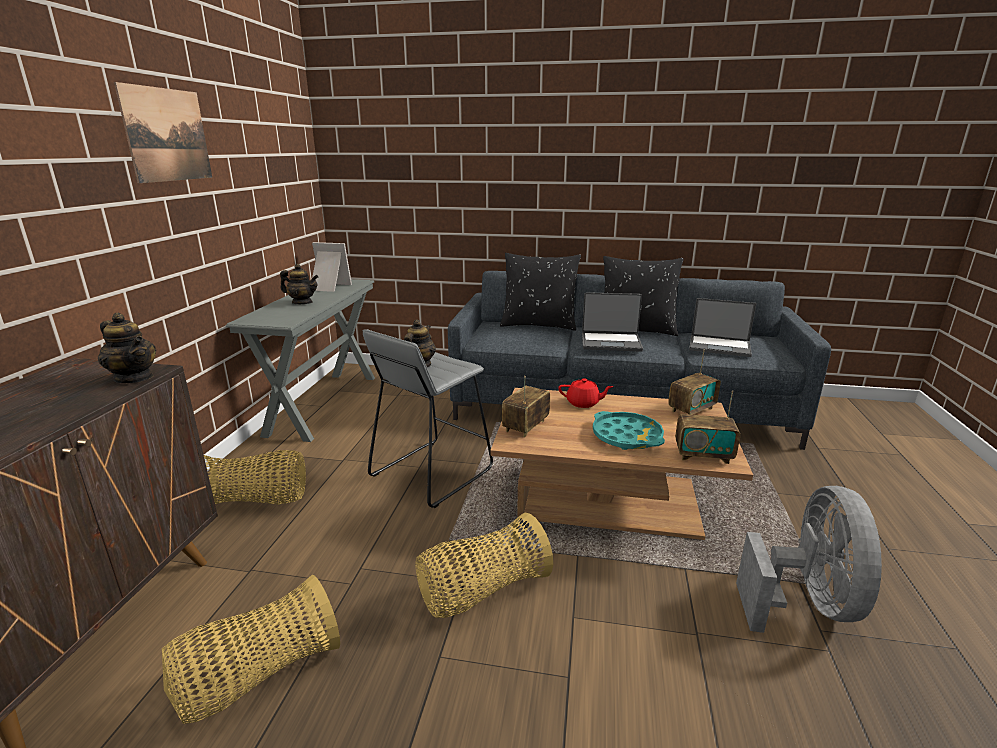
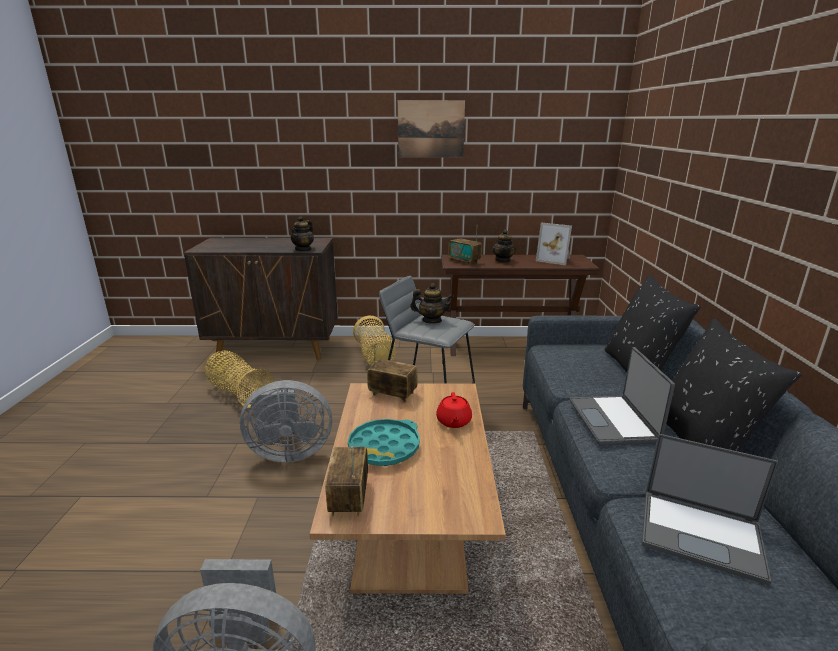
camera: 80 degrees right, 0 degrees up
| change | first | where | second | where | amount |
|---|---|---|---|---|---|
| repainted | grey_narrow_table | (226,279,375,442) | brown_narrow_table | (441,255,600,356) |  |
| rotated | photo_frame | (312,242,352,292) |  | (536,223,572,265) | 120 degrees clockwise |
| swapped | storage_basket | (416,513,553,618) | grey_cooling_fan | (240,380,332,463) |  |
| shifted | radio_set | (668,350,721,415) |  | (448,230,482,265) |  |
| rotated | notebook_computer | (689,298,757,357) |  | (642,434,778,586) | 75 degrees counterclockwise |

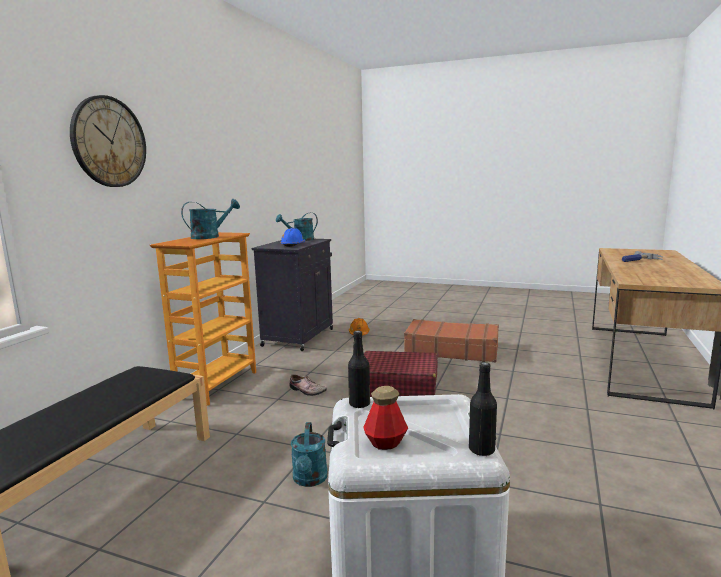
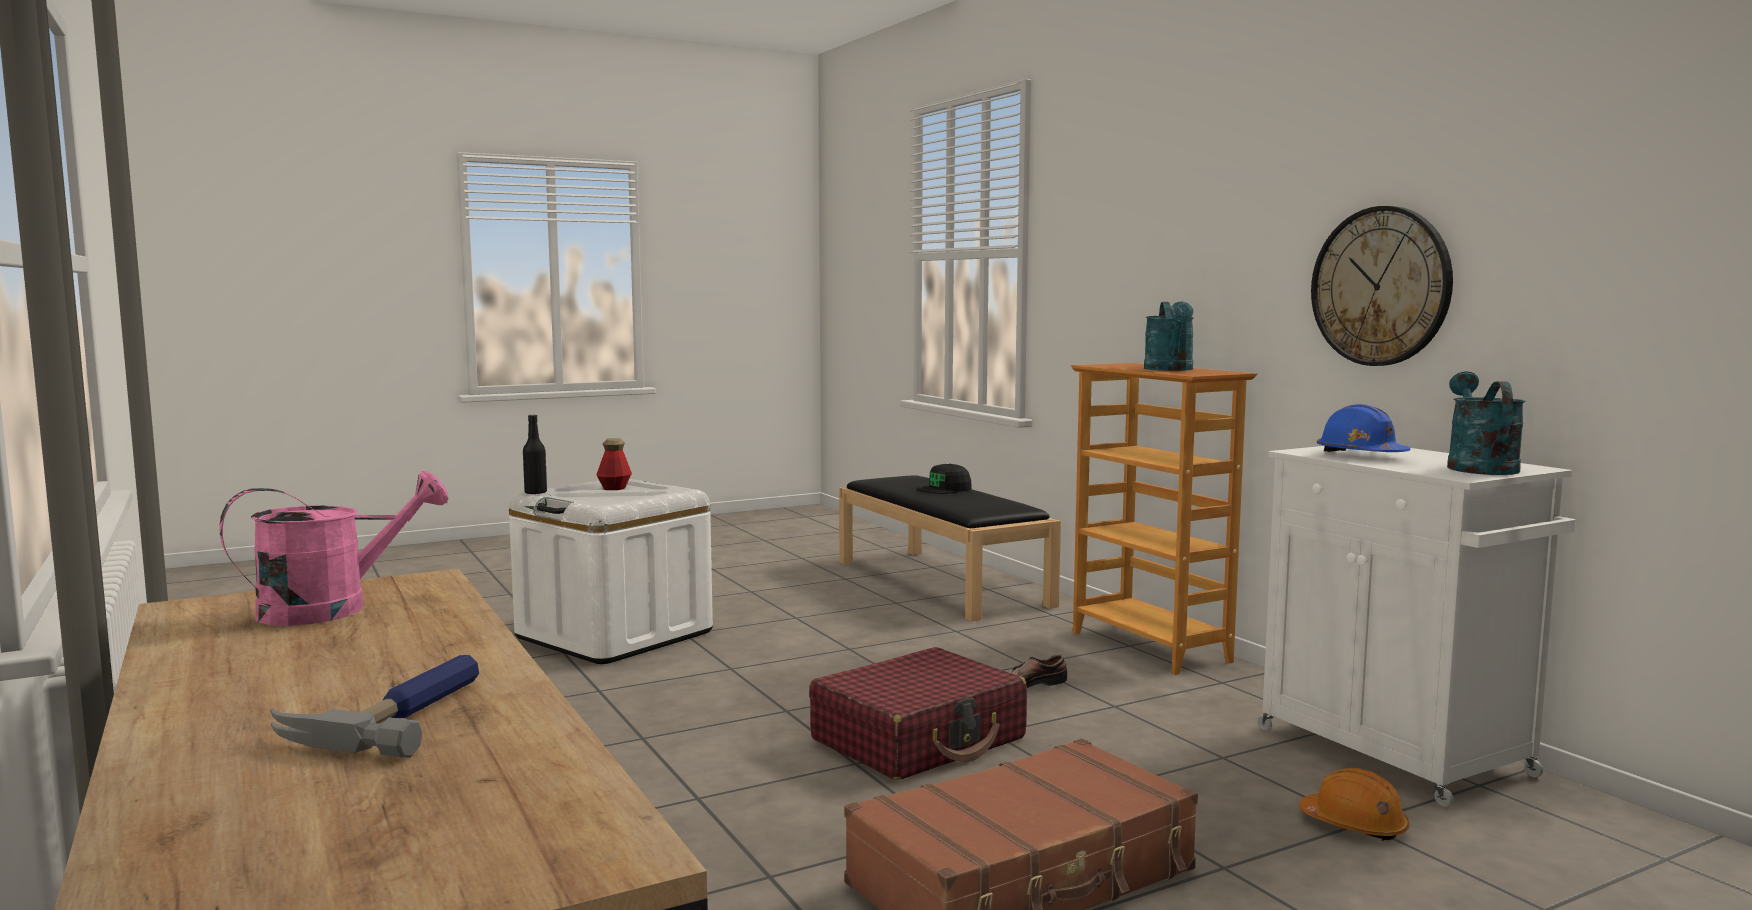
camera: 130 degrees right, 5 degrees down
| change | first | where | second | where | amount |
|---|---|---|---|---|---|
| shifted | clock_on_the_wall | (70,95,146,187) |  | (1311,206,1453,366) |  |
| repainted | black_cupboard | (252,239,333,351) | white_cupboard | (1258,446,1576,807) |  |
| gone | turquoise_watering_can | (291,422,328,487) |  |  |  |
| gone | black_beverage_bottle | (348,331,370,408) |  |  |  |
| new |  |  | pink_watering_can | (219,471,448,626) |  |
| new |  |  | black_peaked_cap | (916,464,972,494) |  |

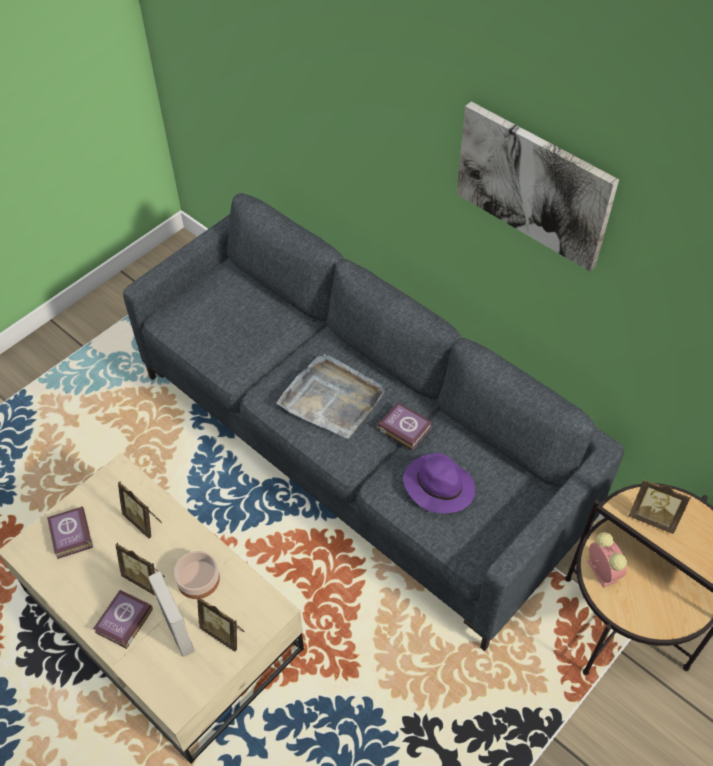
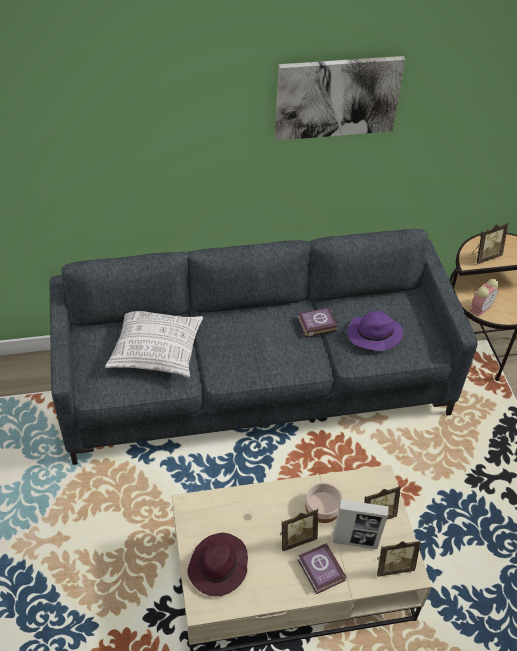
camera: 55 degrees left, 5 degrees down
| change | first | where | second | where | amount |
|---|---|---|---|---|---|
| swapped | bound_book | (47,506,93,559) | purple_hat | (187,533,248,596) |  |
| shifted | photo_frame | (118,481,162,539) |  | (377,541,421,577) |  |
| gone | grey_carrying_tray | (276,354,385,438) |  |  |  |
| rotated | alarm_clock | (587,532,627,588) |  | (470,279,499,317) | 120 degrees clockwise |
| new |  |  | throw_pillow | (105,311,203,378) |  |

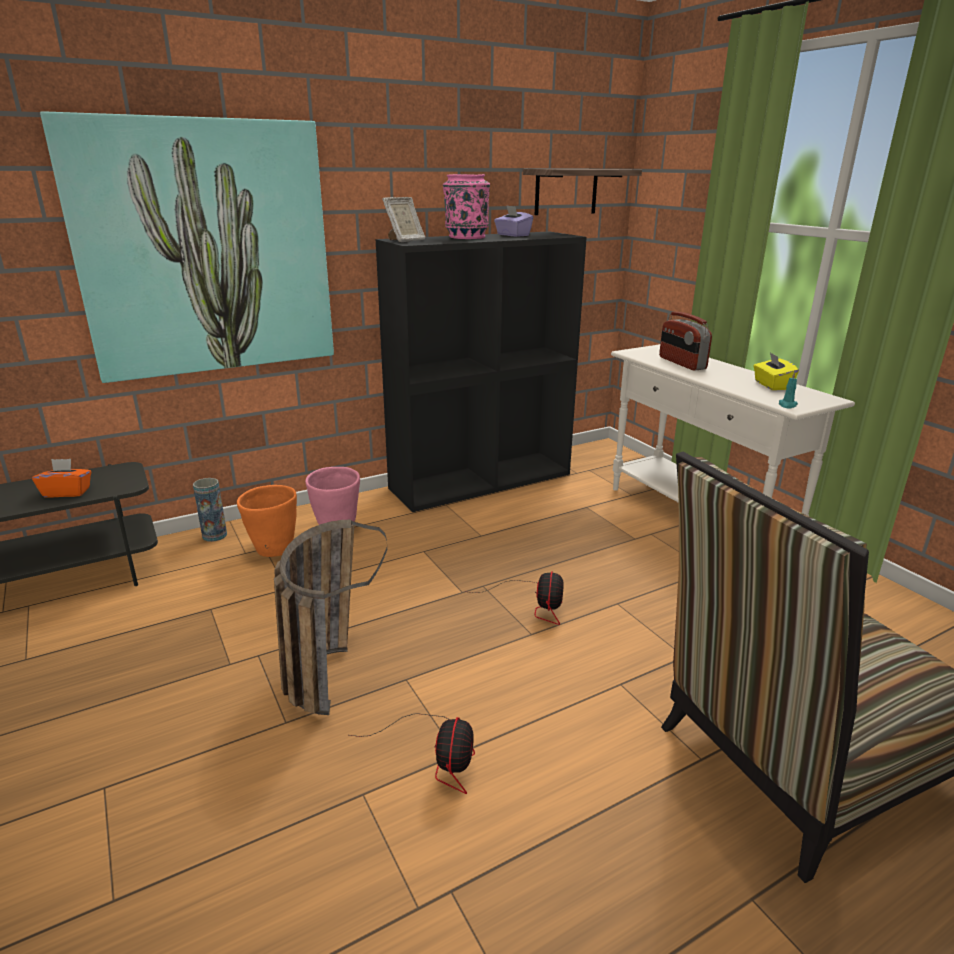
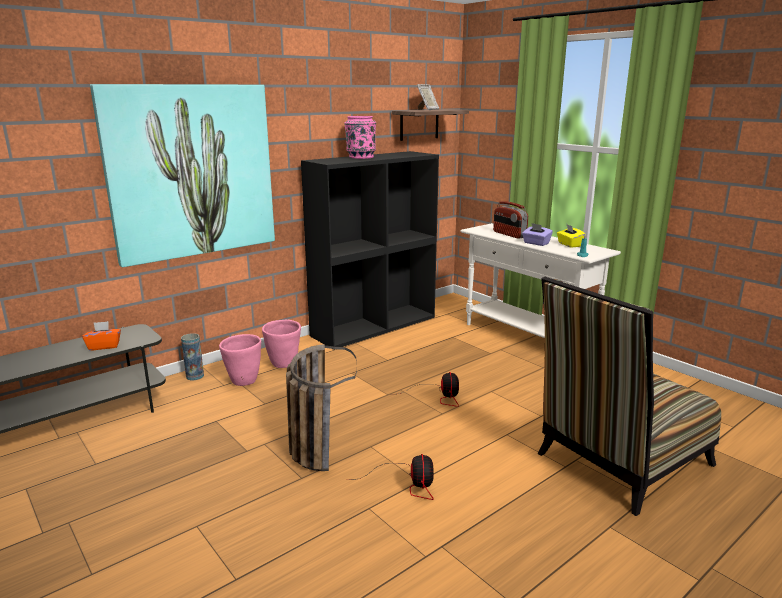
camera: 10 degrees left, 5 degrees down
| change | first | where | second | where | amount |
|---|---|---|---|---|---|
| repainted | orangey_plant_pot | (237,485,297,557) | pink_plant_pot | (219,334,261,386) |  |
| shifted | photo_frame | (382,197,425,242) |  | (417,84,439,110) |  |
| shifted | purple_tissue_box | (494,205,533,237) |  | (522,223,553,246) |  |

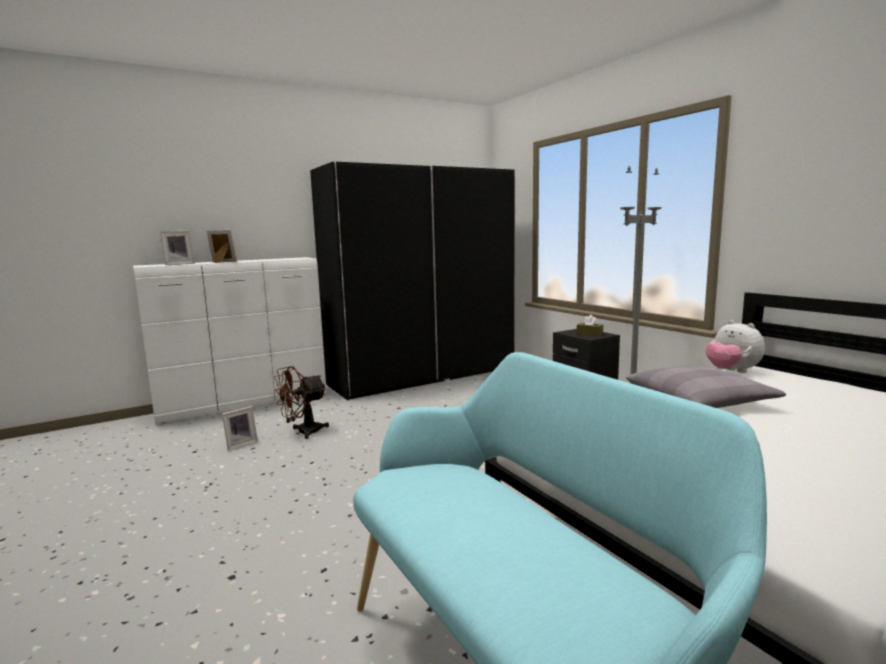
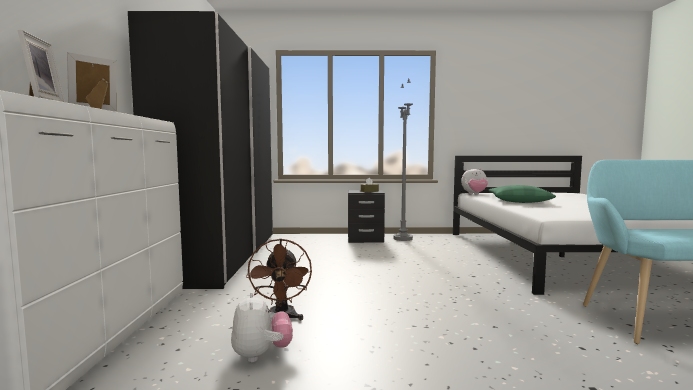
camera: 60 degrees left, 5 degrees down
| change | first | where | second | where | amount |
|---|---|---|---|---|---|
| swapped | photo_frame | (222,406,258,451) | plush_toy | (231,293,293,362) |  |
| repainted | grey_throw_pillow | (626,366,786,408) | greenish_throw_pillow | (488,185,556,203) |  |

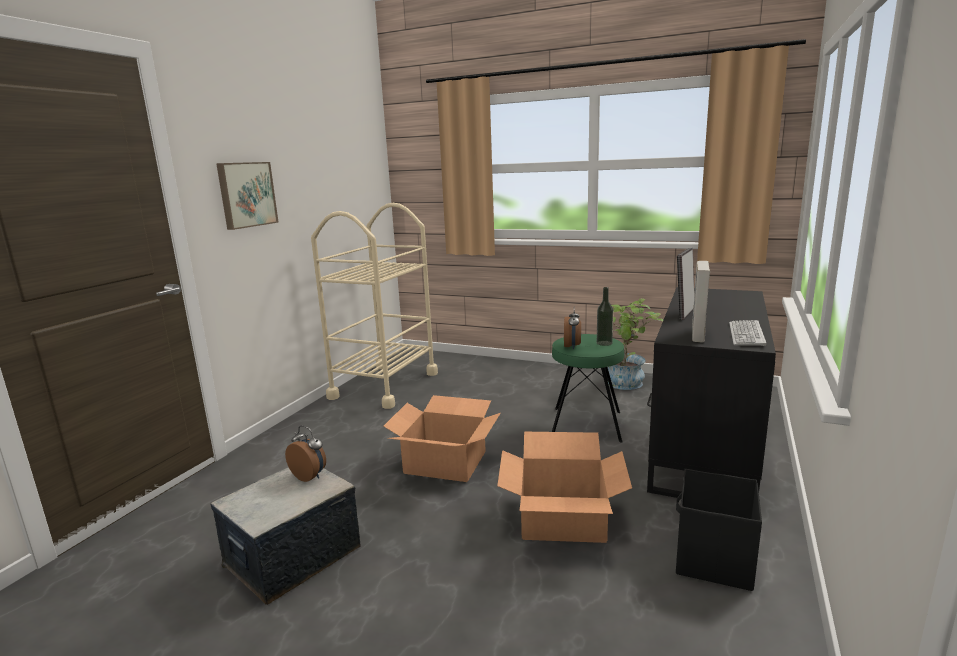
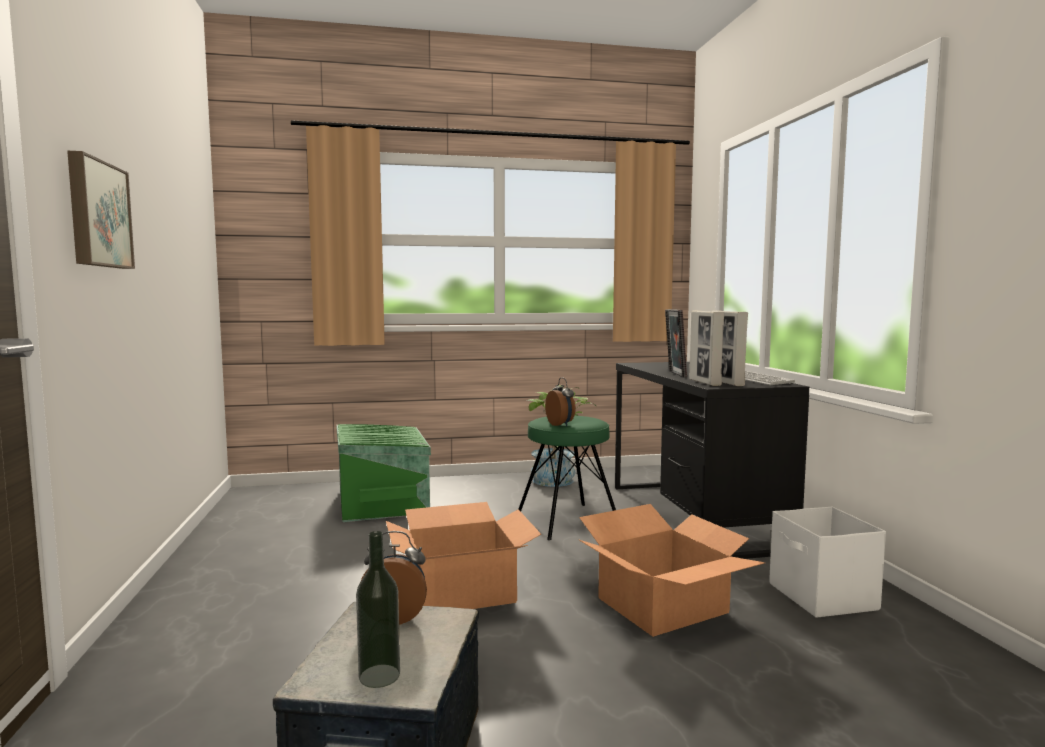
camera: 35 degrees left, 10 degrees down
| change | first | where | second | where | amount |
|---|---|---|---|---|---|
| gone | beige_trolley | (311,203,438,409) |  |  |  |
| shifted | beverage_bottle | (597,287,614,346) |  | (356,531,400,688) |  |
| repainted | black_storage_bin | (676,469,762,591) | white_storage_bin | (769,507,886,618) |  |
| new |  |  | greenish_storage_bin | (337,424,431,522) |  |
| new |  |  | photo_frame | (689,310,724,386) |  |

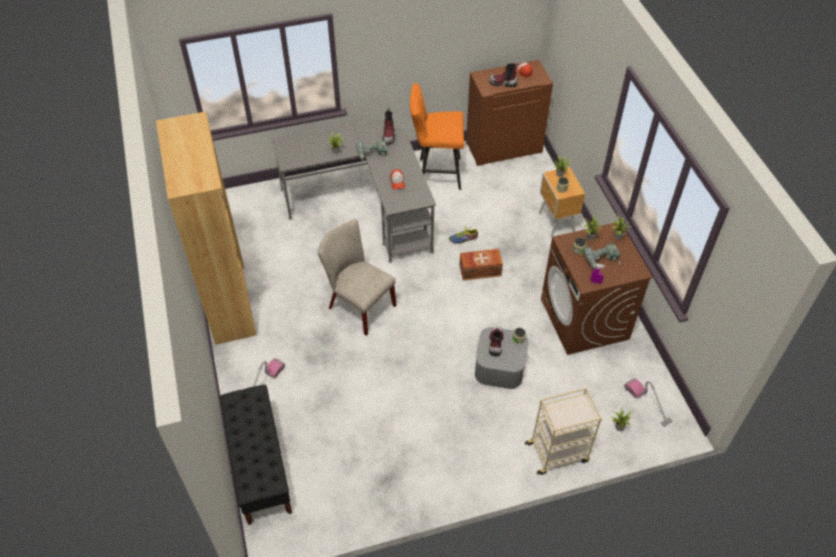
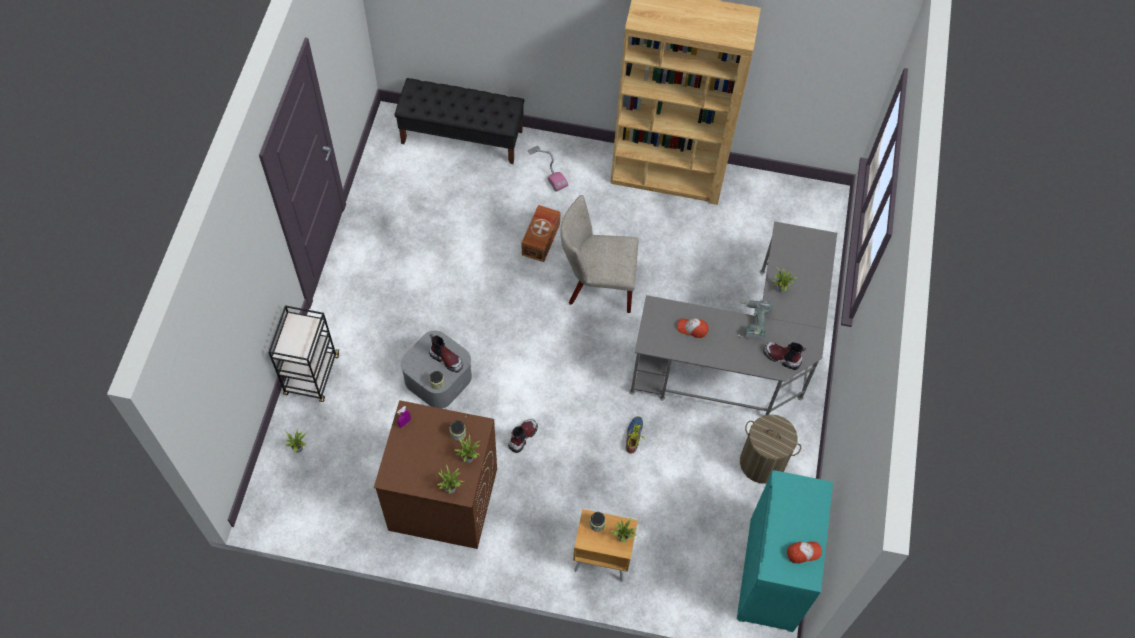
camera: 115 degrees right, 10 degrees up
| change | first | where | second | where | amount |
|---|---|---|---|---|---|
| rotated | beige_plain_chair | (318,219,396,336) |  | (560,195,639,313) | 150 degrees counterclockwise |
| swapped | orangey_stool_seat | (410,83,464,190) | hamper | (740,415,801,484) |  |
| shifted | brown_storage_bin | (459,249,503,281) |  | (522,205,561,262) |  |
| repainted | brown_cupboard | (466,60,553,166) | turquoise_cupboard | (737,470,833,632) |  |
| shifted | high-top_boot | (489,63,519,87) |  | (508,419,538,453) |  |
| repainted | beige_trolley | (525,387,602,475) | black_trolley | (268,305,339,402) |  |
| gone | power_drill | (583,243,621,268) |  |  |  |
| gone | vacuum_cleaner | (624,378,672,427) |  |  |  |

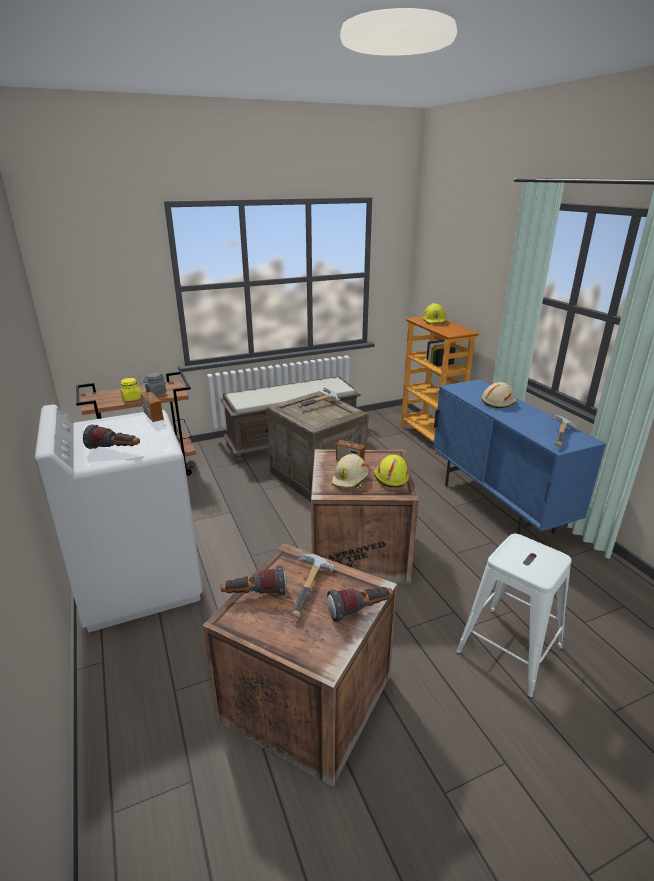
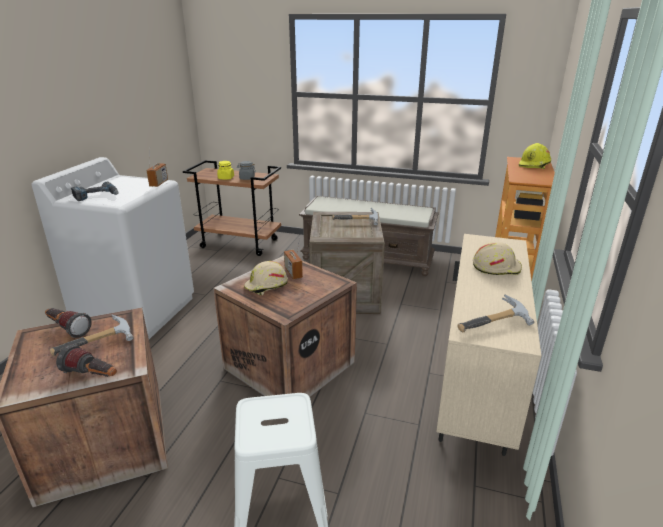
camera: 40 degrees right, 0 degrees up
| change | first | where | second | where | amount |
|---|---|---|---|---|---|
| swapped | flashlight | (83,424,140,449) | power_drill | (71,182,118,201) |  |
| gone | yellow-coloured_hard_hat | (374,455,409,488) |  |  |  |
| repainted | blue-coloured_cupboard | (433,379,606,534) | beige_cupboard | (436,234,541,456) |  |

